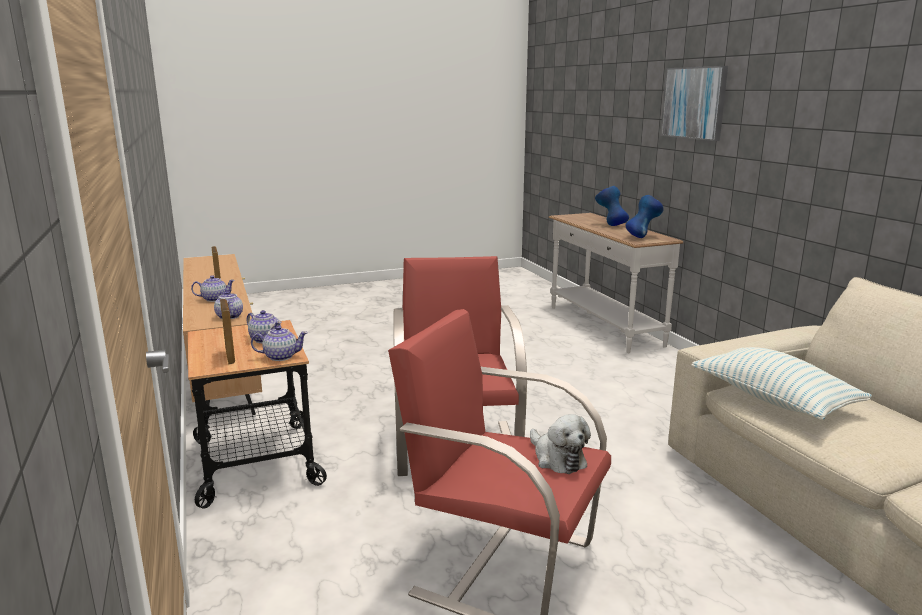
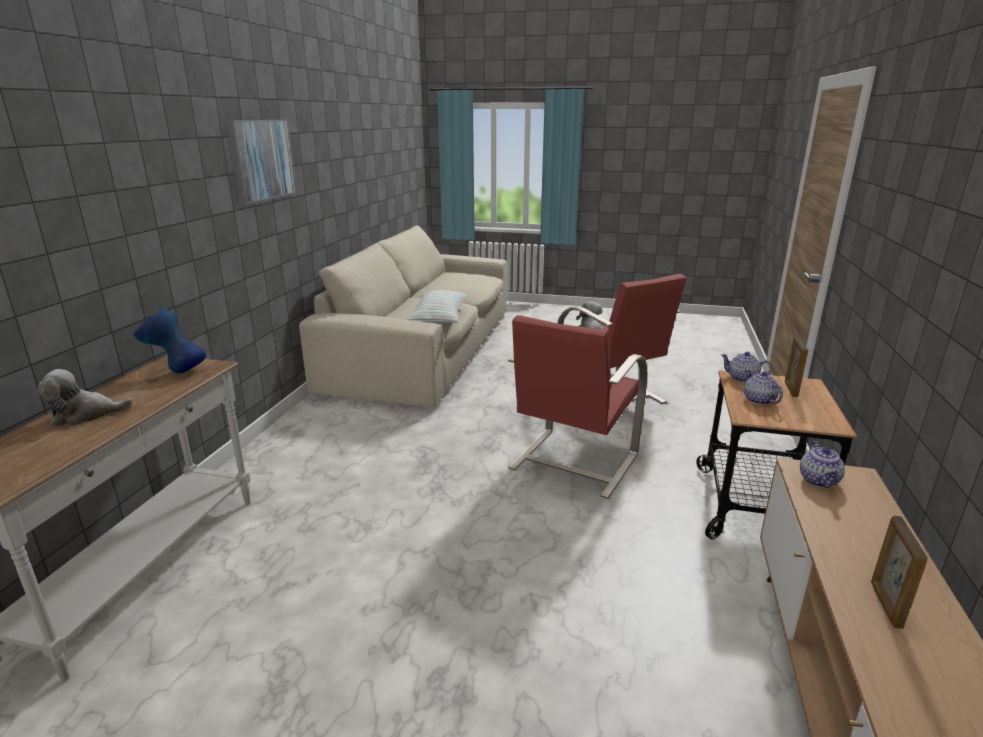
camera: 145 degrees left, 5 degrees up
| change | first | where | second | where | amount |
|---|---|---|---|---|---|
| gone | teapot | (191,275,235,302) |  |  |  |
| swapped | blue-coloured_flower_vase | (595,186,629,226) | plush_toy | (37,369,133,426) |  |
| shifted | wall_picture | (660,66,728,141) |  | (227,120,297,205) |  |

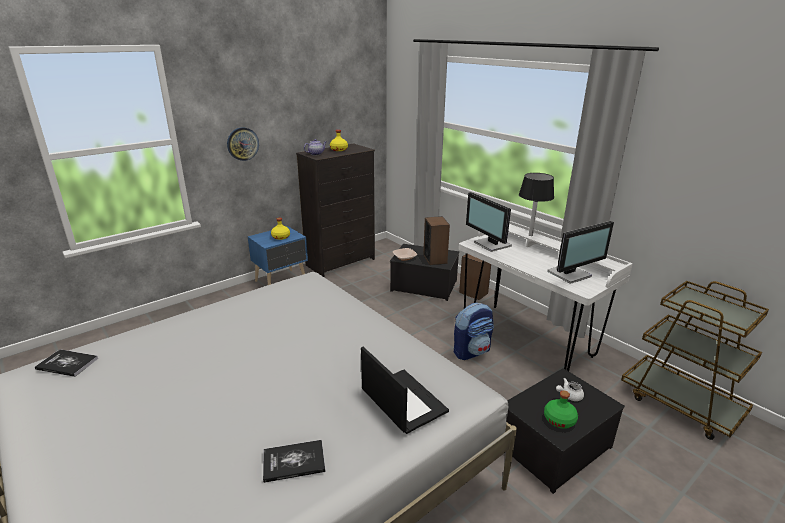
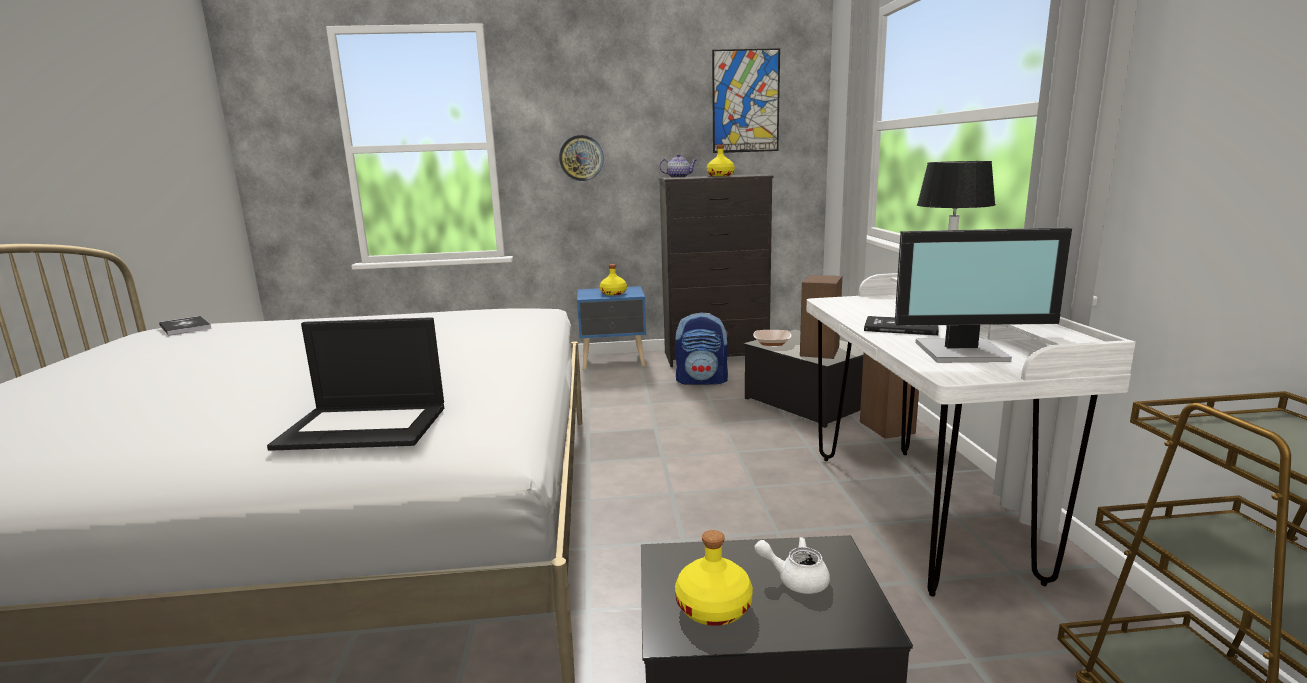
camera: 35 degrees right, 10 degrees down
| change | first | where | second | where | amount |
|---|---|---|---|---|---|
| shifted | bound_book | (263,440,325,483) |  | (864,316,939,336) |  |
| rotated | notebook_computer | (361,347,449,434) |  | (267,317,444,451) | 90 degrees clockwise |
| shifted | backpack | (454,303,494,360) |  | (675,313,728,385) |  |
| gone | computer_screen | (466,192,512,252) |  |  |  |
| repainted | greenish_beverage_bottle | (544,391,578,429) | yellow-coloured_beverage_bottle | (675,530,753,626) |  |
| new |  |  | wall_picture | (712,48,780,153) |  |

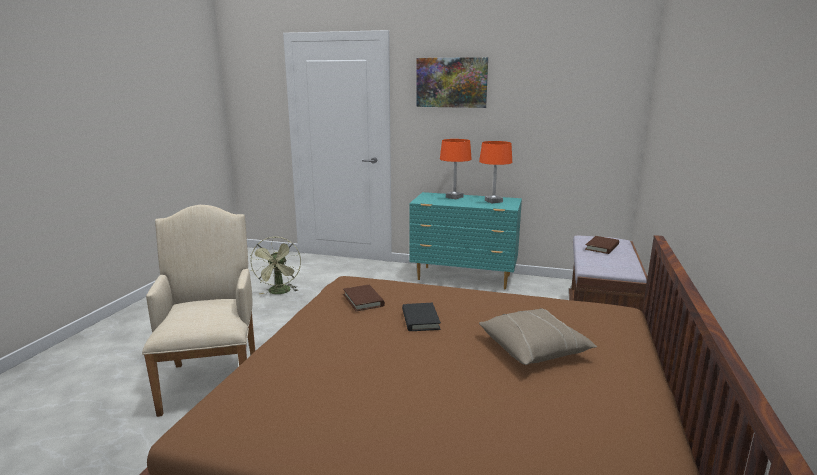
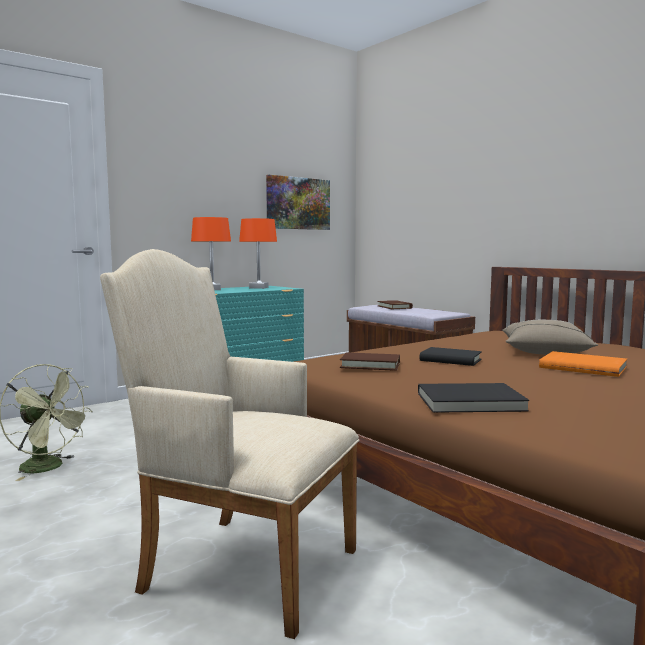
camera: 55 degrees left, 10 degrees down
| change | first | where | second | where | amount |
|---|---|---|---|---|---|
| shifted | wall_picture | (416,57,488,108) |  | (266,175,330,230) |  |
| new |  |  | black_bound_book | (418,383,529,413) |  |
| new |  |  | orangey_bound_book | (539,351,627,377) |  |

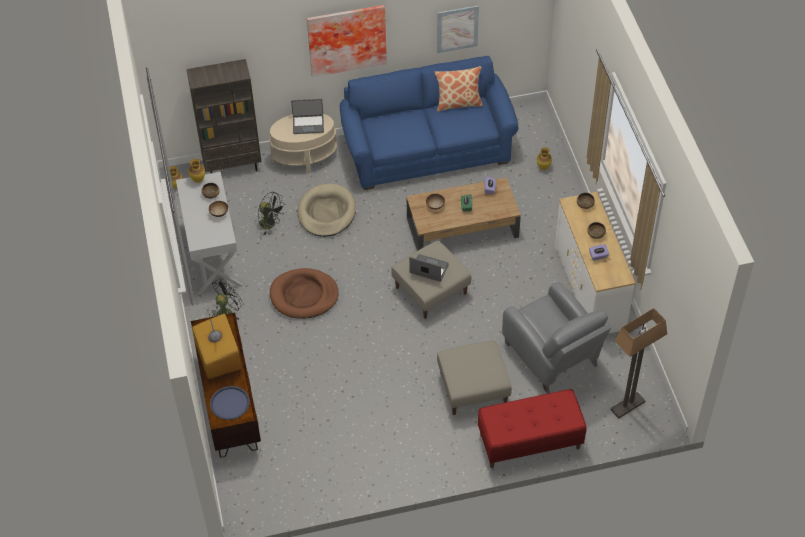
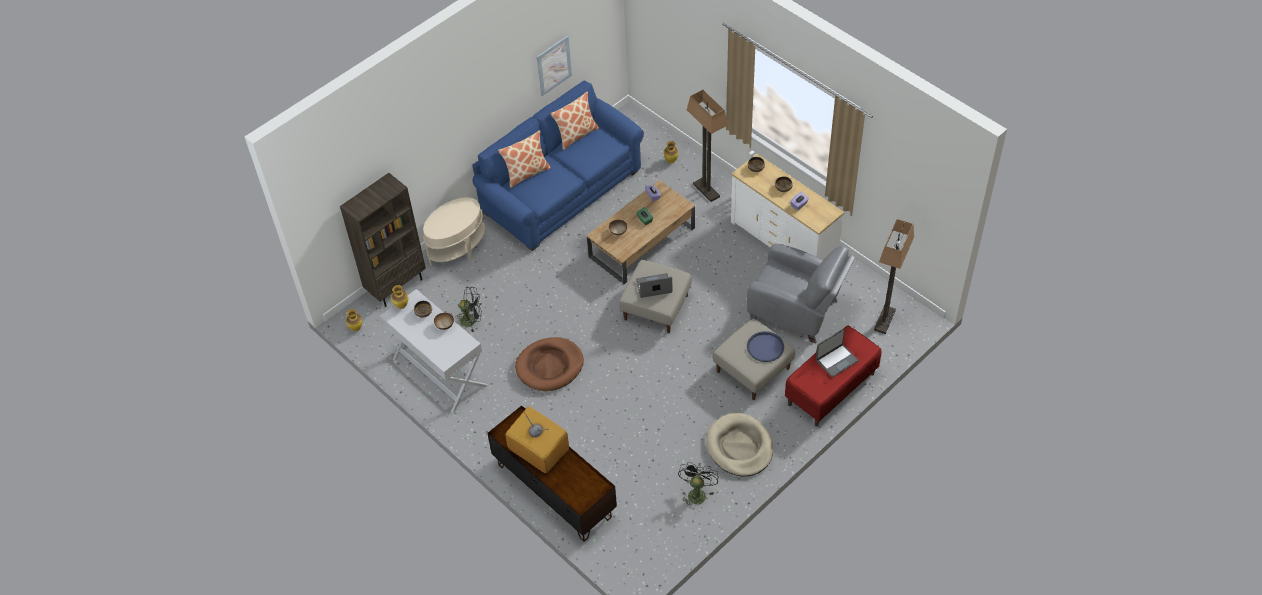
camera: 30 degrees left, 0 degrees up
| change | first | where | second | where | amount |
|---|---|---|---|---|---|
| shifted | blue-coloured_carrying_tray | (210,386,250,420) |  | (747,331,784,362) |  |
| shifted | black_cooling_fan | (211,278,243,320) |  | (678,462,718,506) |  |
| shifted | notebook_computer | (291,99,324,134) |  | (816,329,859,377) |  |
| shifted | beige_pet_bed | (298,184,356,237) |  | (706,413,773,476) |  |
| gone | wall_picture | (307,5,387,77) |  |  |  |
| new |  |  | throw_pillow | (498,130,551,188) |  |
| new |  |  | standard_lamp | (687,90,728,202) |  |

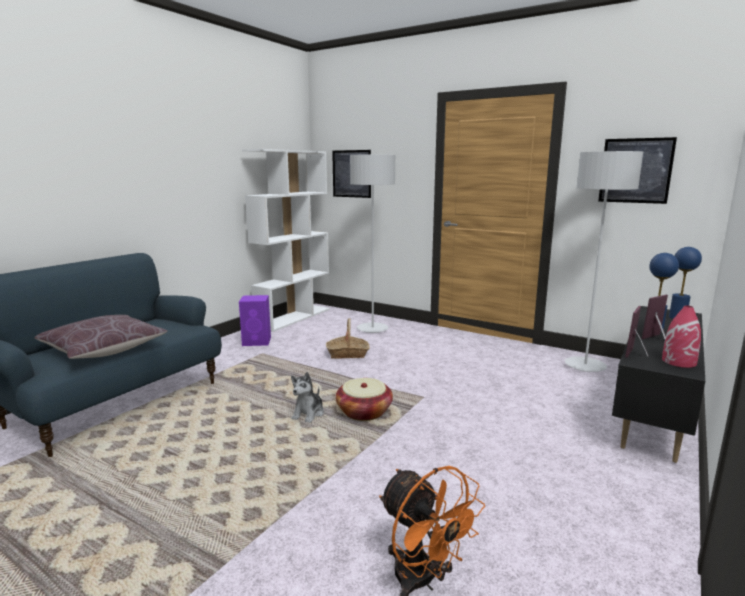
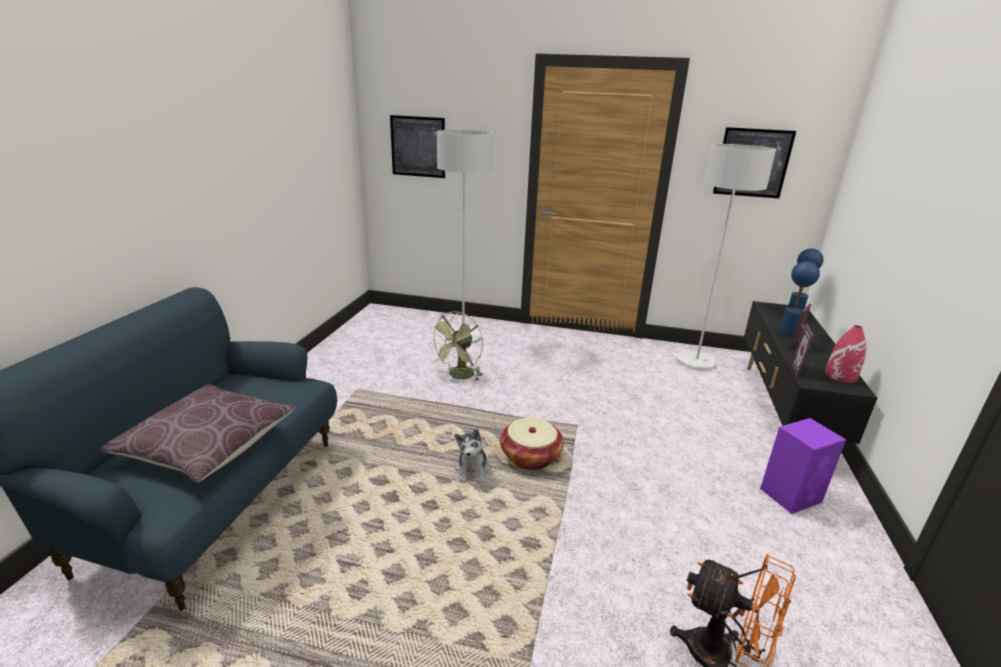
camera: 20 degrees left, 10 degrees up
| change | first | where | second | where | amount |
|---|---|---|---|---|---|
| shifted | purple_loudspeaker | (239,295,271,346) |  | (760,418,846,514) |  |
| gone | white_bookshelf | (242,149,330,332) |  |  |  |
| swapped | storage_basket | (326,318,370,359) | greenish_cooling_fan | (430,311,483,380) |  |

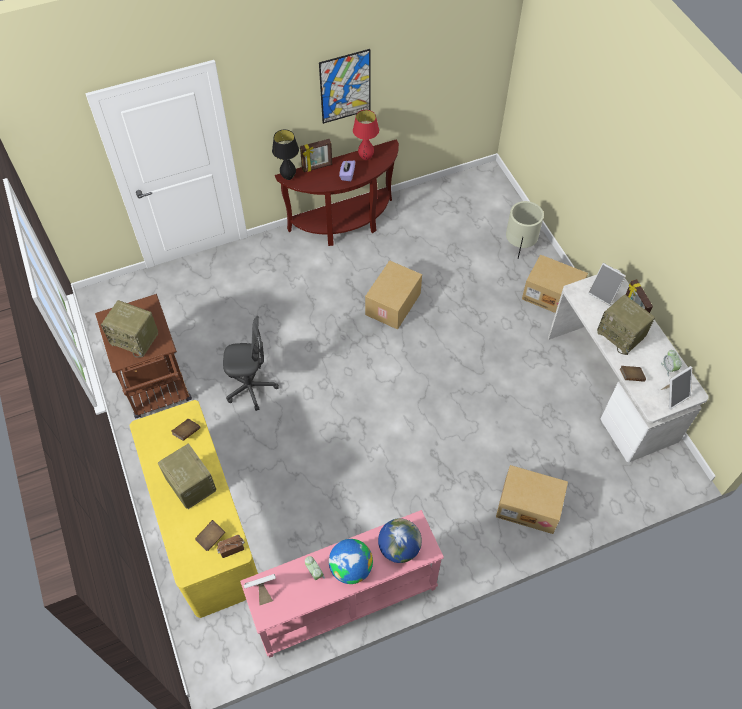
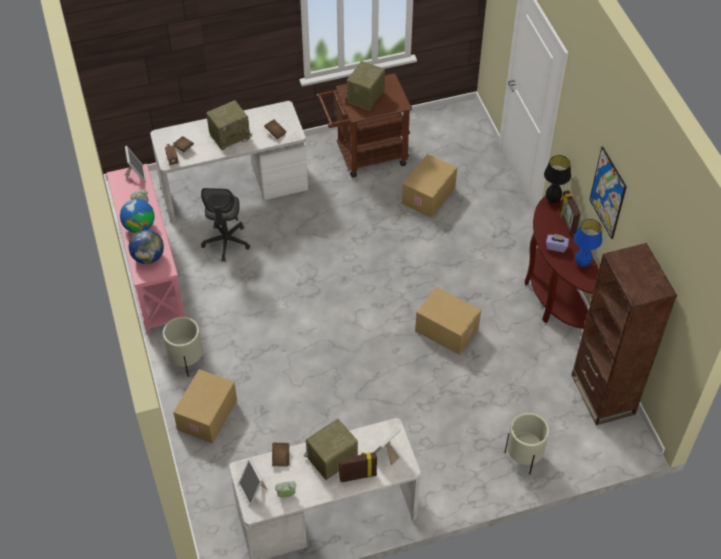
camera: 95 degrees right, 5 degrees down
| change | first | where | second | where | amount |
|---|---|---|---|---|---|
| repainted | yellow-coloured_desk_table | (129,400,258,618) | white_desk_table | (150,101,308,223) |  |
| shifted | grey_office_chair | (223,316,279,411) |  | (201,188,250,262) |  |
| repainted | reddish_lamp_for_a_table | (353,110,379,160) | blue-coloured_lamp_for_a_table | (574,219,602,267) |  |
| shifted | cardboard_box | (522,255,588,313) |  | (402,154,457,218) |  |
| new |  |  | beige_plant_pot | (163,317,203,377) |  |
| new |  |  | brown_bookshelf | (572,243,677,425) |  |

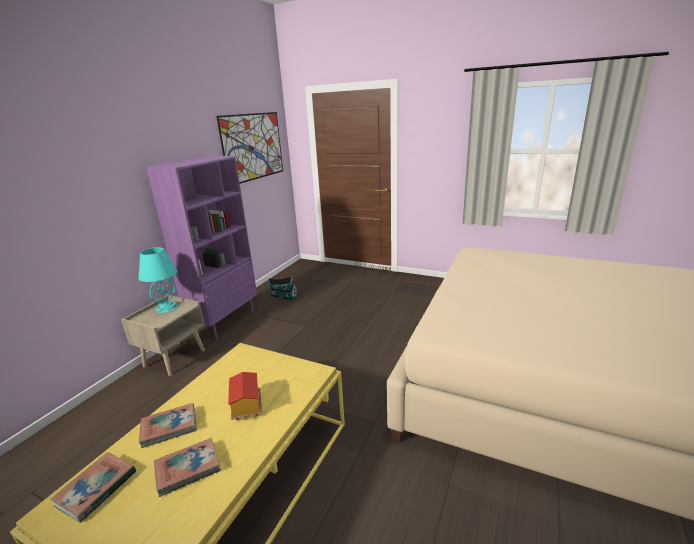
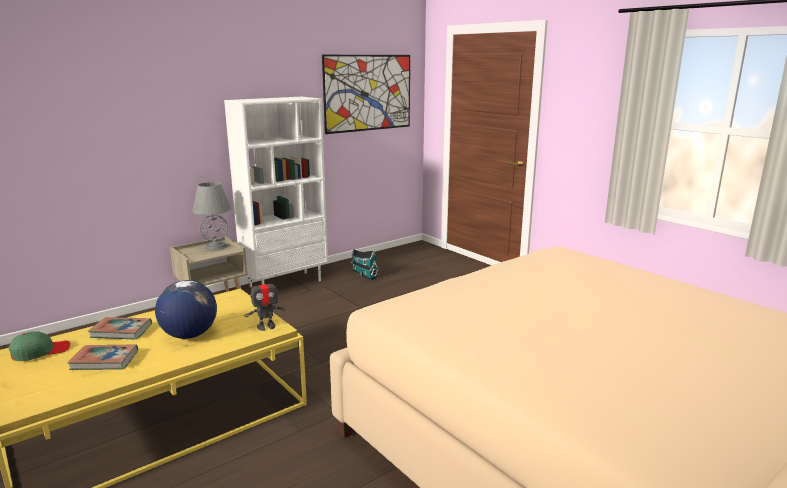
camera: 25 degrees right, 5 degrees down
| change | first | where | second | where | amount |
|---|---|---|---|---|---|
| swapped | bound_book | (50,452,136,523) | greenish_peaked_cap | (9,331,70,361) |  |
| repainted | turquoise_lamp_for_a_table | (138,247,179,313) | grey_lamp_for_a_table | (192,182,231,251) |  |
| repainted | purple_bookshelf | (146,156,257,339) | white_bookshelf | (224,97,328,288) |  |
| swapped | model_house | (228,372,262,420) | globe | (155,280,217,339) |  |
| new |  |  | model_robot | (245,275,285,331) |  |

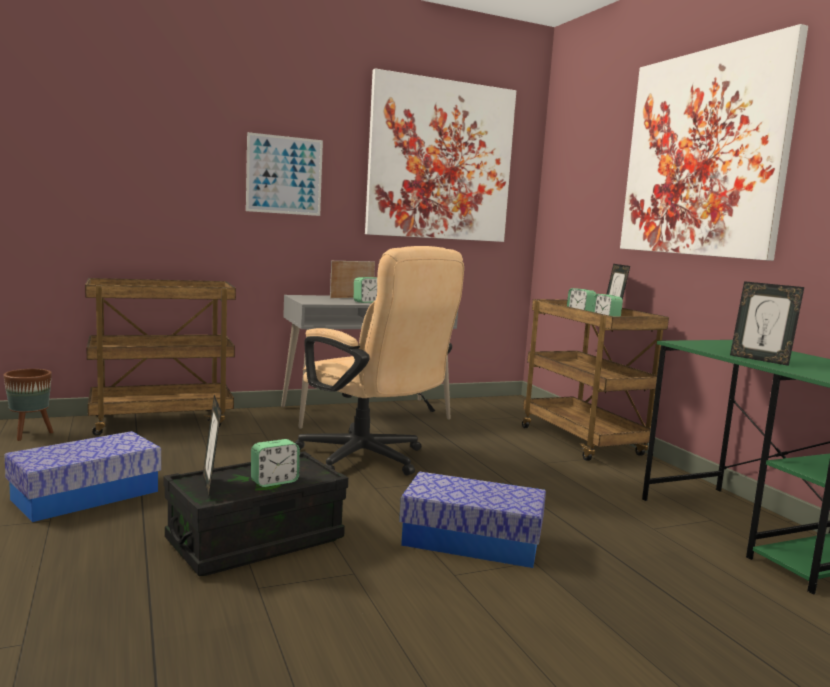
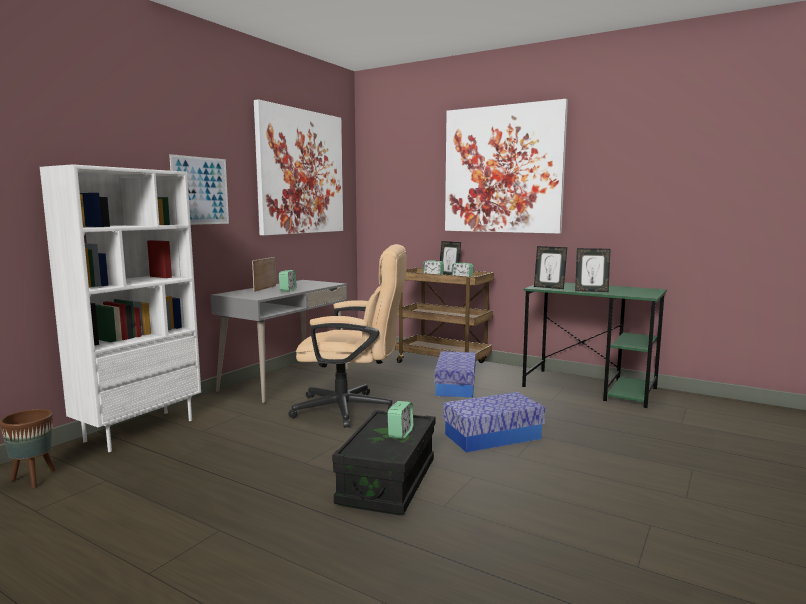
camera: 35 degrees left, 0 degrees up
| change | first | where | second | where | amount |
|---|---|---|---|---|---|
| shifted | storage_bin | (5,431,161,522) |  | (435,351,476,398) |  |
| swapped | brown_trolley | (85,278,236,436) | white_bookshelf | (40,164,201,452) |  |
| shifted | photo_frame | (203,395,221,497) |  | (534,246,567,289) |  |

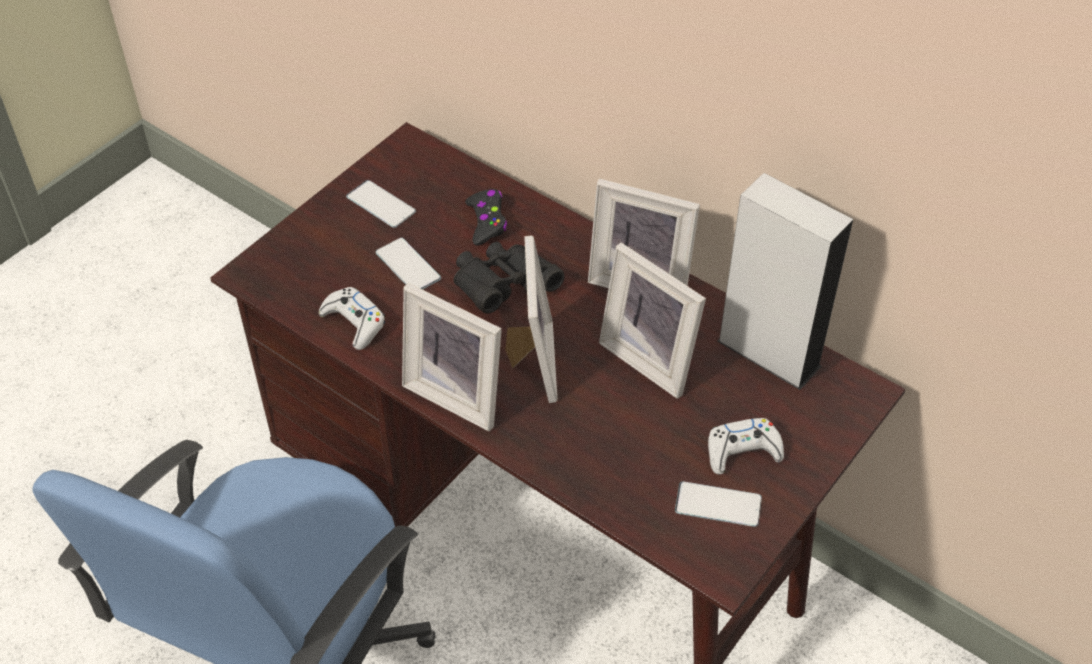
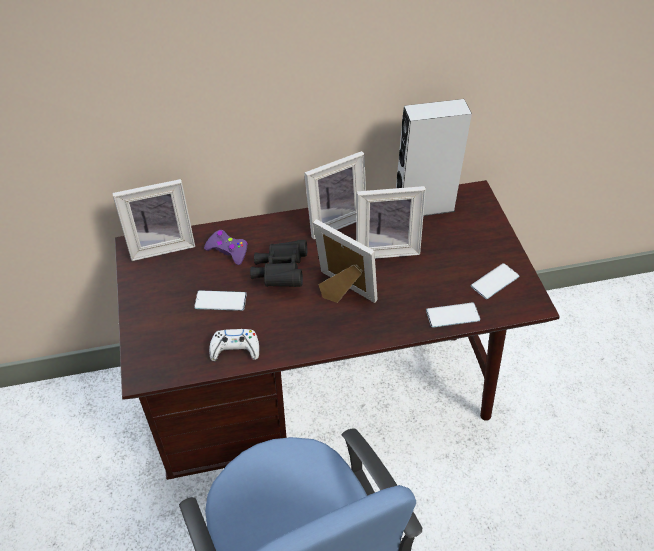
camera: 50 degrees left, 0 degrees up
| change | first | where | second | where | amount |
|---|---|---|---|---|---|
| shifted | phone | (346,180,416,228) |  | (426,302,480,328) |  |
| shifted | photo_frame | (402,283,502,431) |  | (112,179,195,261) |  |
| repainted | black_game_controller | (465,189,507,246) | purple_game_controller | (204,230,248,265) |  |
| gone | white_game_controller | (708,418,784,474) |  |  |  |

